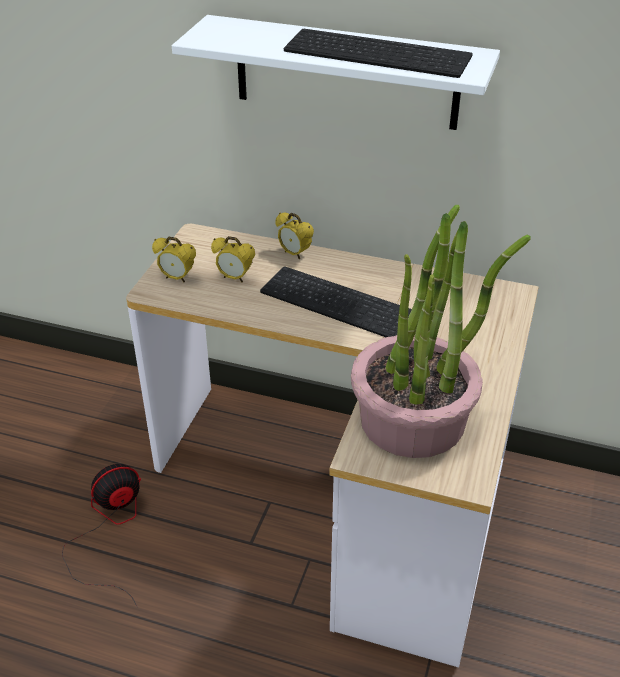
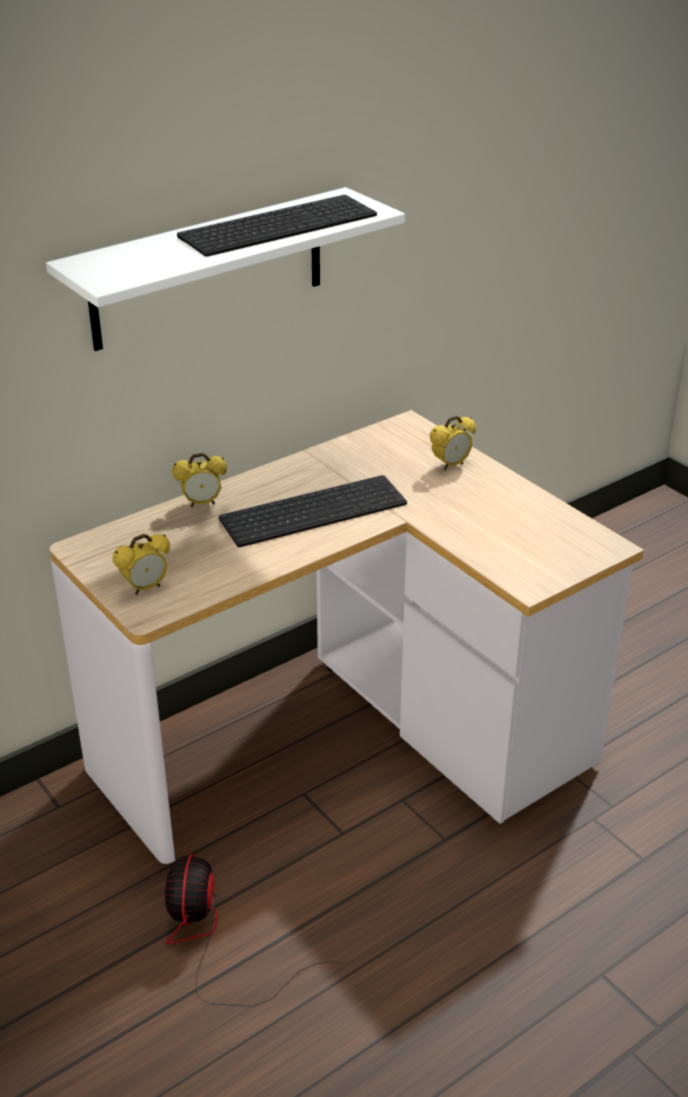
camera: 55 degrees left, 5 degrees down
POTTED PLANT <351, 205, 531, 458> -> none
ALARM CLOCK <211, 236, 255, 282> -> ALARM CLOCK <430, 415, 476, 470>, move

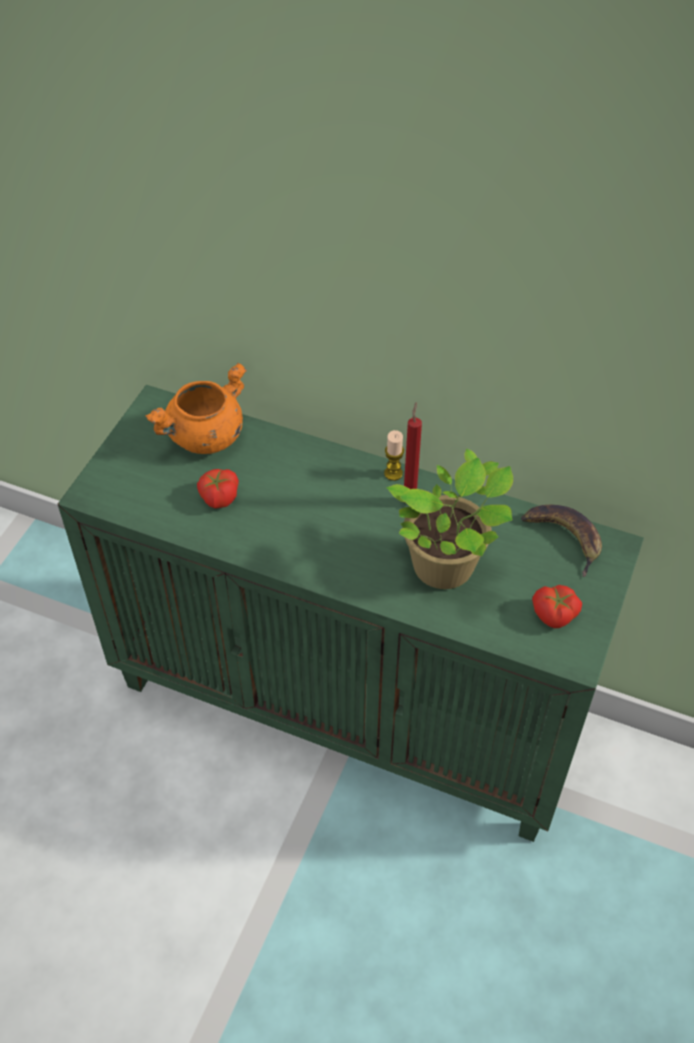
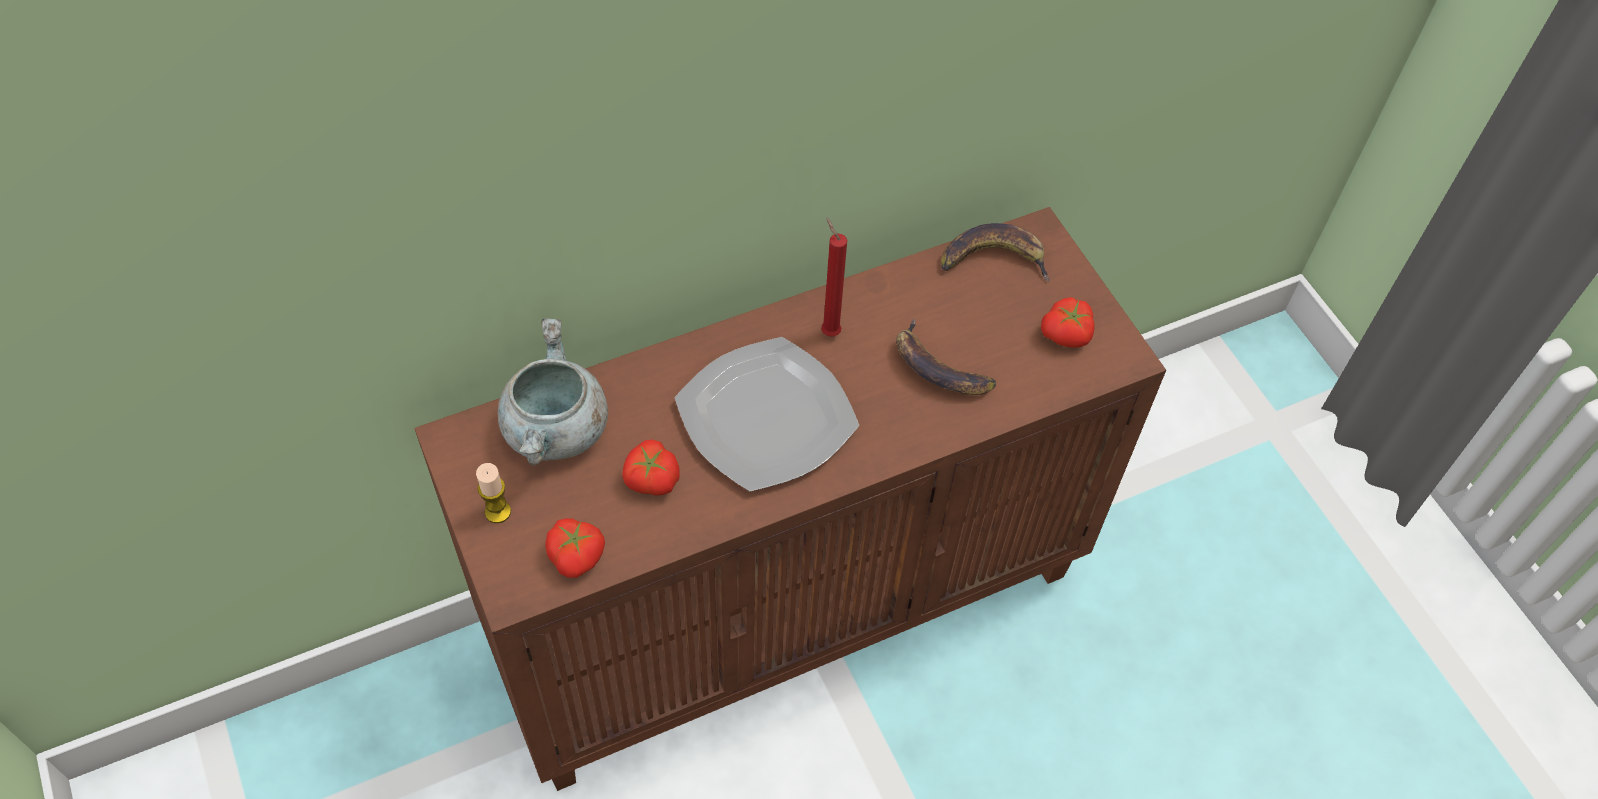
camera: 50 degrees left, 5 degrees up
none -> TOMATO <545, 518, 605, 578>
none -> FLAT DISH <674, 337, 859, 492>
WAX CANDLE <384, 430, 404, 481> -> WAX CANDLE <476, 463, 511, 523>, move
POTTED PLANT <386, 449, 513, 589> -> WHOLE BANANA <896, 319, 996, 395>
GREEN-COLOURED CUPBOARD <58, 385, 644, 842> -> BROWN-COLOURED CUPBOARD <414, 207, 1166, 791>
ORANGE-COLOURED STOCKPOT <145, 363, 247, 454> -> GREY STOCKPOT <498, 318, 608, 465>

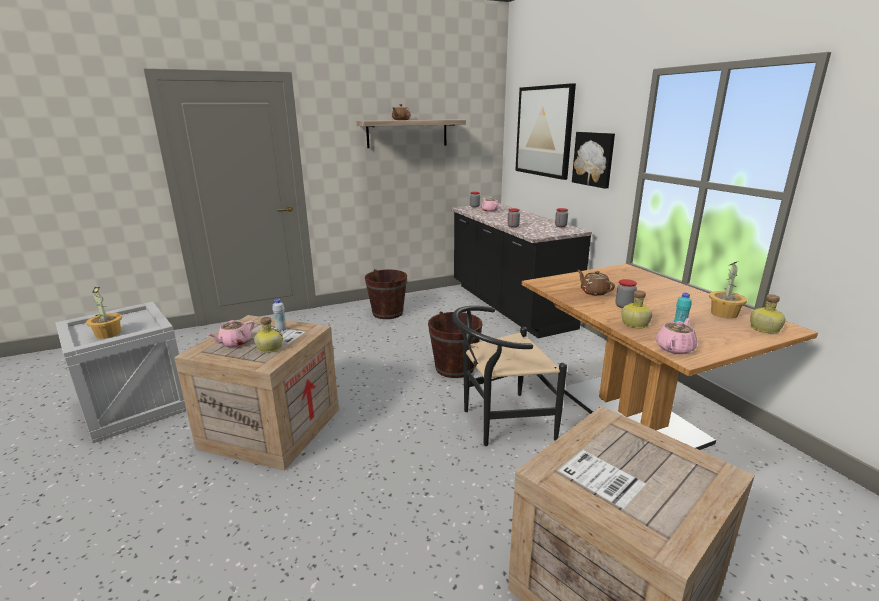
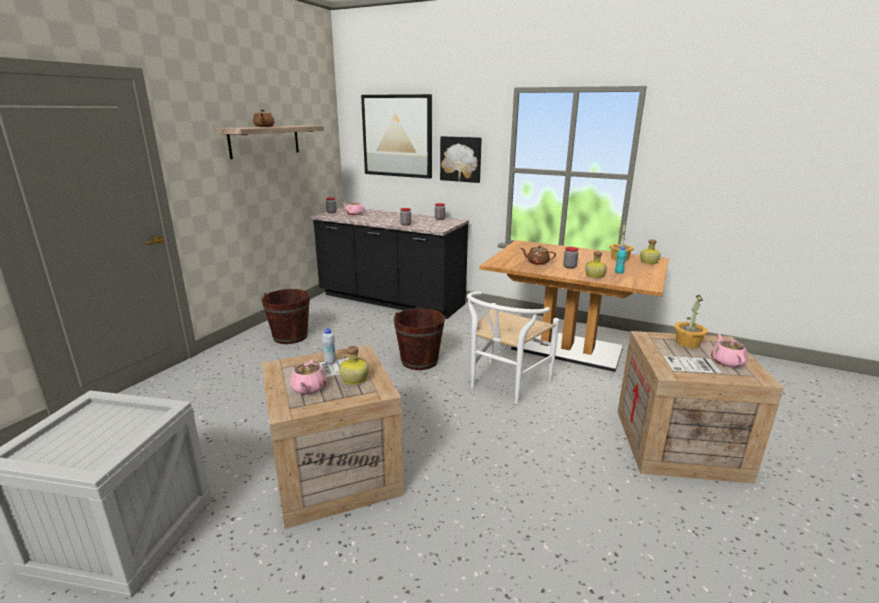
camera: 40 degrees left, 0 degrees up
POTTED PLANT <86, 287, 122, 339> -> POTTED PLANT <674, 295, 708, 348>, move
PINKISH POT FOR TEA <656, 318, 697, 354> -> PINKISH POT FOR TEA <711, 333, 748, 368>, move
BLACK-COLOURED PLAIN CHAIR <452, 306, 567, 446> -> WHITE-COLOURED PLAIN CHAIR <467, 291, 559, 404>

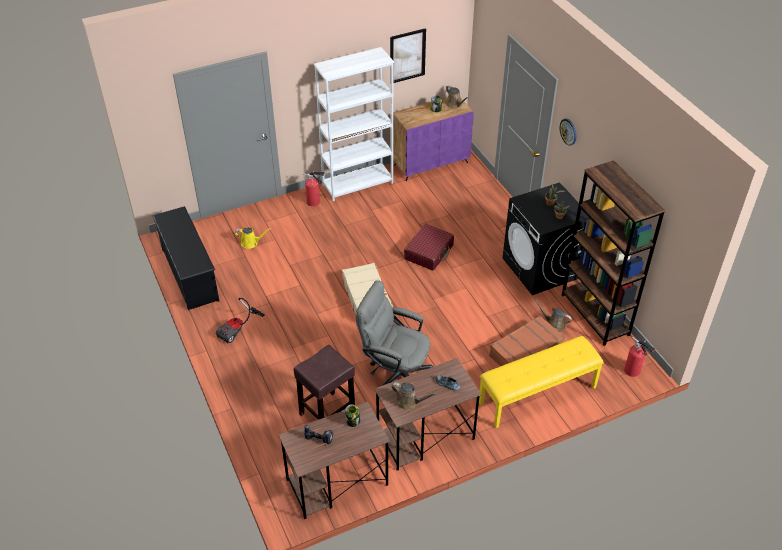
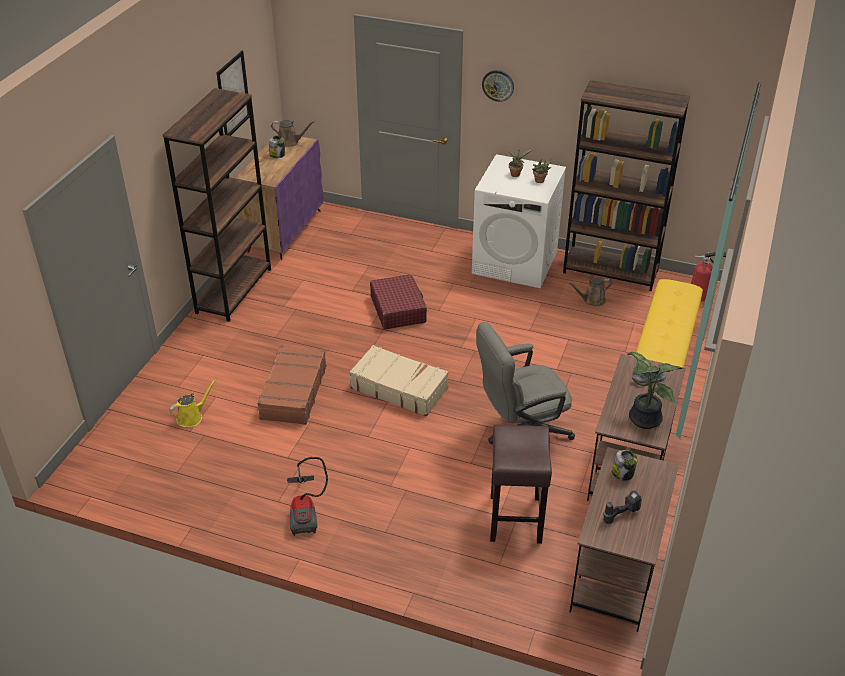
camera: 45 degrees left, 5 degrees down
BLACK-COLOURED SHOE RACK <152, 206, 219, 310> -> none
FIRE EXTINGUISHER <303, 171, 325, 206> -> none
BROWN-COLOURED PIECE OF LUGGAGE <489, 315, 565, 366> -> BROWN-COLOURED PIECE OF LUGGAGE <257, 345, 326, 425>, move
BROWN-COLOURED WATERING CAN <391, 382, 437, 410> -> POTTED PLANT <627, 352, 684, 429>
WHITE-COLOURED SHELVING UNIT <314, 47, 394, 201> -> BROWN-COLOURED SHELVING UNIT <163, 88, 271, 322>
BLACK-COLOURED LAUNDRY MACHINE <502, 182, 589, 295> -> WHITE-COLOURED LAUNDRY MACHINE <472, 154, 566, 288>

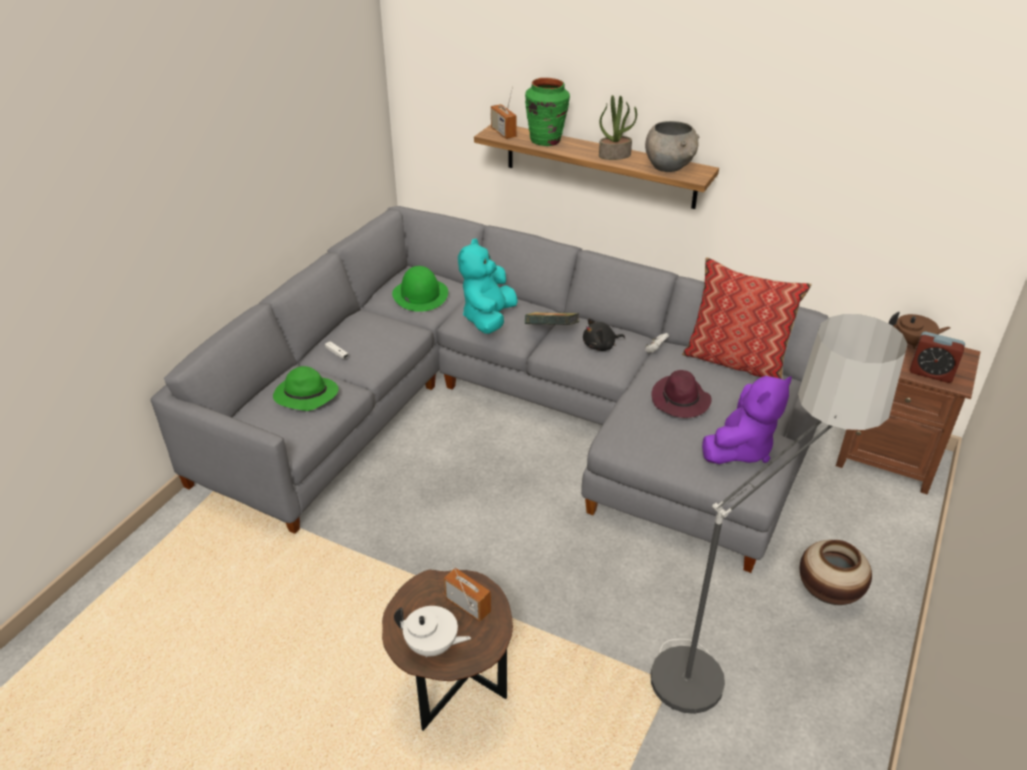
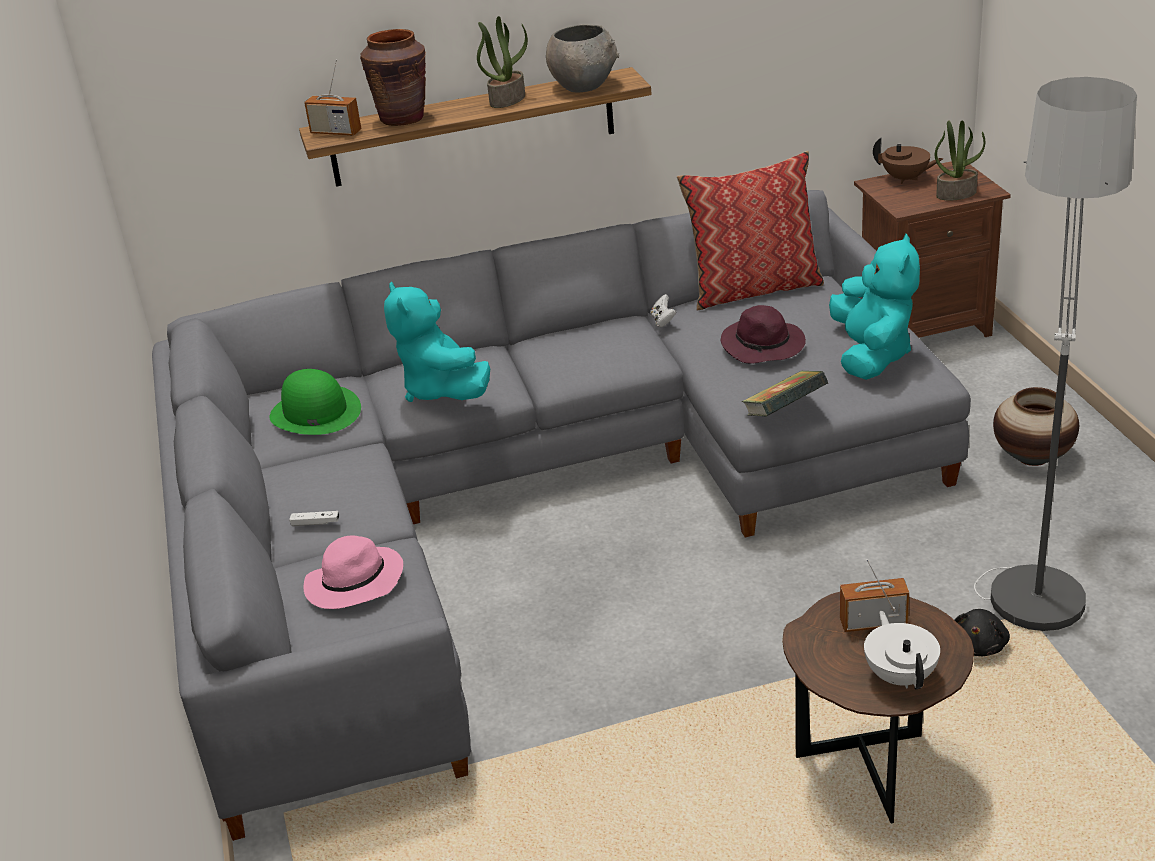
camera: 40 degrees left, 5 degrees down
BOUND BOOK <525, 312, 579, 325> -> BOUND BOOK <741, 371, 828, 416>, move
BLACK-COLOURED SOFT TOY <583, 318, 625, 351> -> BLACK-COLOURED SOFT TOY <955, 609, 1010, 656>, move
ALARM CLOCK <910, 332, 965, 383> -> POTTED PLANT <935, 120, 985, 201>
GREEN-COLOURED WEARABLE HAT <273, 366, 339, 411> -> PINKISH WEARABLE HAT <304, 536, 403, 609>
GREEN-COLOURED VASE <525, 78, 570, 146> -> BROWN-COLOURED VASE <360, 29, 426, 126>
PURPLE SOFT TOY <702, 376, 792, 464> -> BLUE-GREEN SOFT TOY <829, 233, 920, 380>
WHITE-COLOURED POT FOR TEA <394, 606, 471, 657> -> WHITE-COLOURED POT FOR TEA <864, 611, 940, 689>, 75 degrees counterclockwise
BROWN-COLOURED POT FOR TEA <889, 312, 950, 349> -> BROWN-COLOURED POT FOR TEA <873, 137, 943, 184>, 60 degrees clockwise

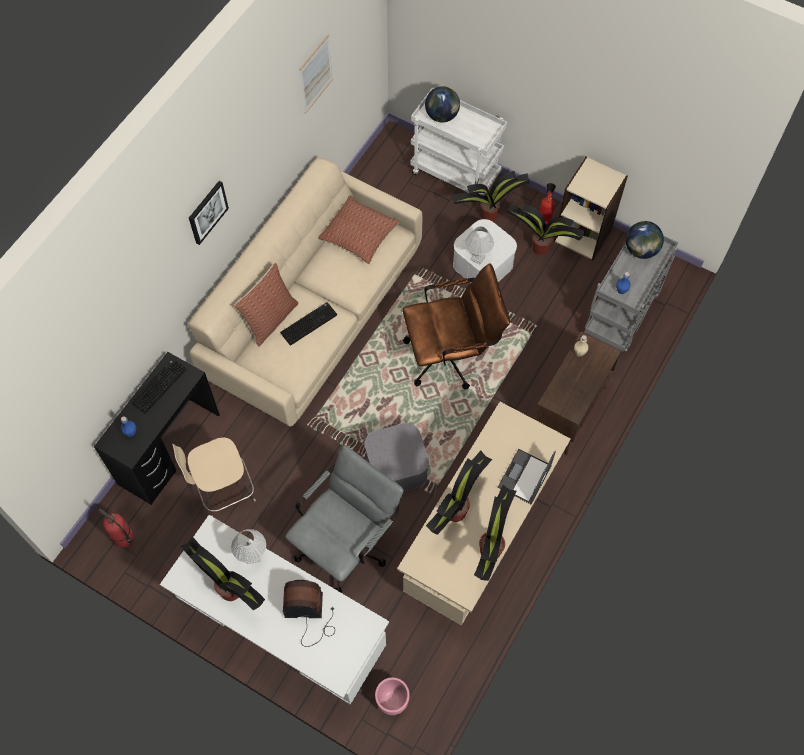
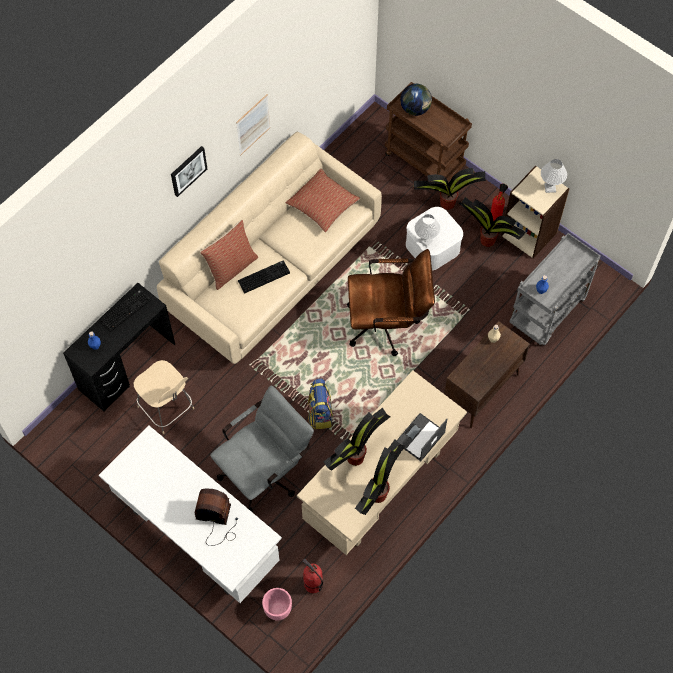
camera: 10 degrees right, 0 degrees up
POTTED PLANT <180, 536, 265, 611> -> none
GLOBE <626, 221, 664, 259> -> none
FIRE EXTINGUISHER <99, 509, 134, 548> -> FIRE EXTINGUISHER <303, 559, 323, 594>, move
WHITE-COLOURED TABLE LAMP <231, 529, 266, 564> -> WHITE-COLOURED TABLE LAMP <541, 159, 567, 193>, move
WALL PICTURE <300, 34, 333, 113> -> WALL PICTURE <236, 94, 270, 156>, move
GREY STORAGE BIN <365, 423, 429, 492> -> KNAPSACK <307, 378, 333, 429>
WHITE-COLOURED CART <411, 87, 507, 195> -> BROWN-COLOURED CART <385, 82, 472, 186>
SAND-COLOURED PLAIN CHAIR <172, 437, 256, 517> -> SAND-COLOURED PLAIN CHAIR <133, 360, 195, 434>, 120 degrees counterclockwise

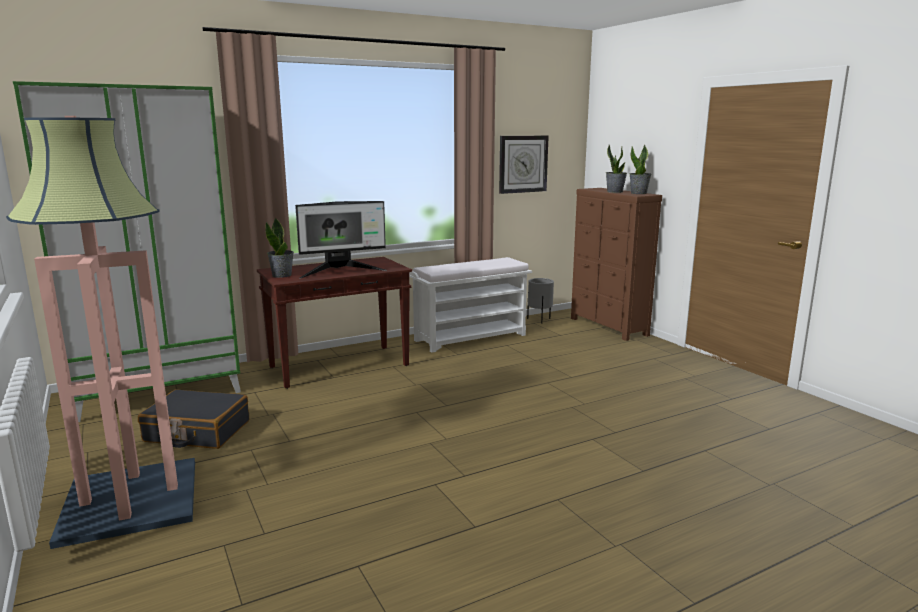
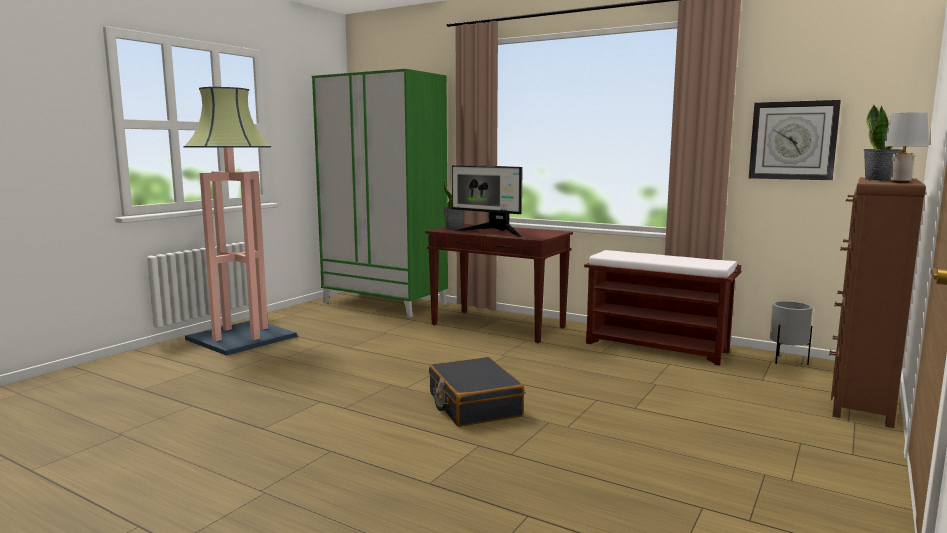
camera: 60 degrees right, 5 degrees down
BLACK-COLOURED PIECE OF LUGGAGE <138, 389, 249, 449> -> BLACK-COLOURED PIECE OF LUGGAGE <429, 357, 525, 427>, move
POTTED PLANT <630, 145, 651, 194> -> GREY TABLE LAMP <883, 112, 929, 183>
WHITE-COLOURED LONG SEAT <409, 257, 532, 353> -> BROWN-COLOURED LONG SEAT <584, 250, 741, 366>

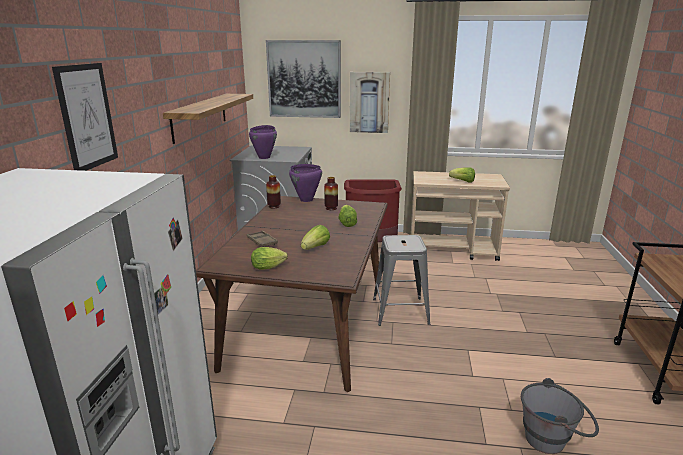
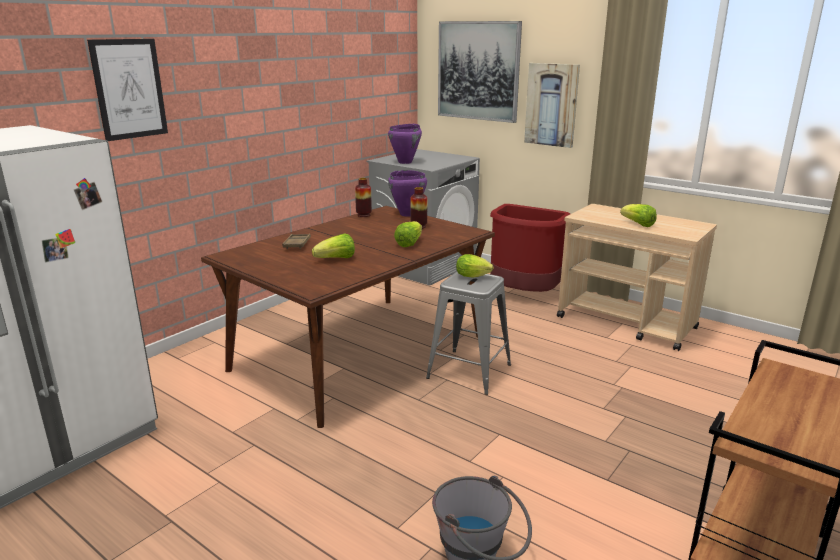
camera: 30 degrees right, 0 degrees up
WALL SHELF <163, 94, 253, 144> -> none
LETTUCE <251, 247, 288, 269> -> LETTUCE <456, 254, 494, 278>, move

